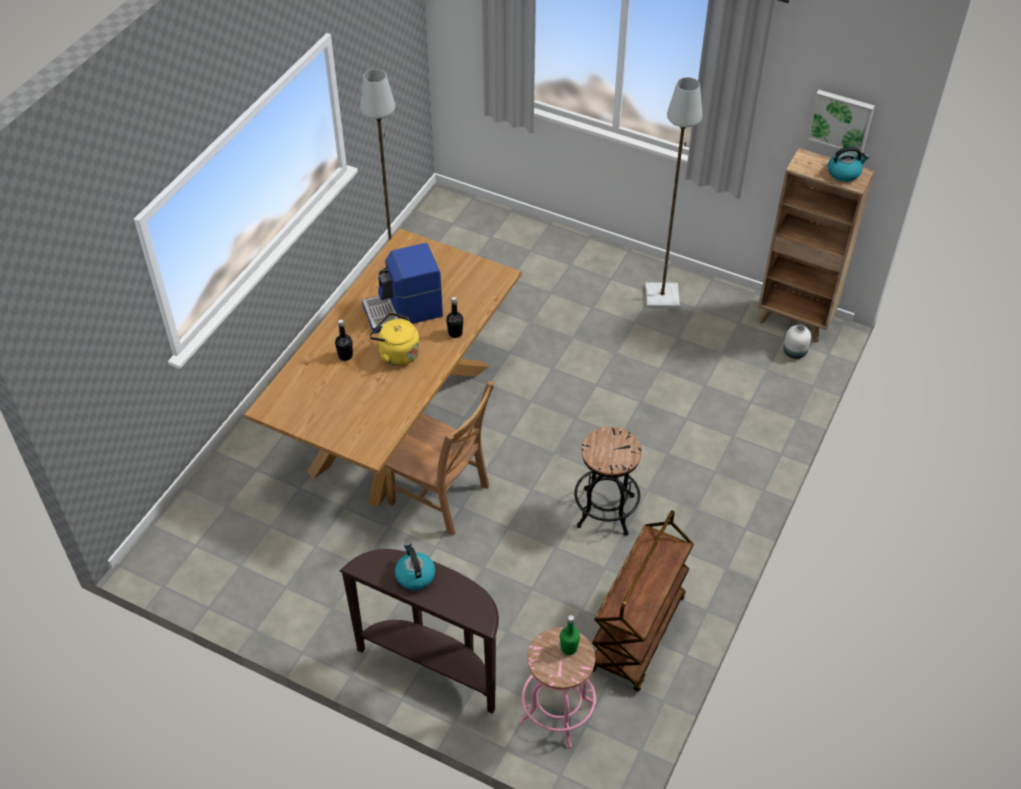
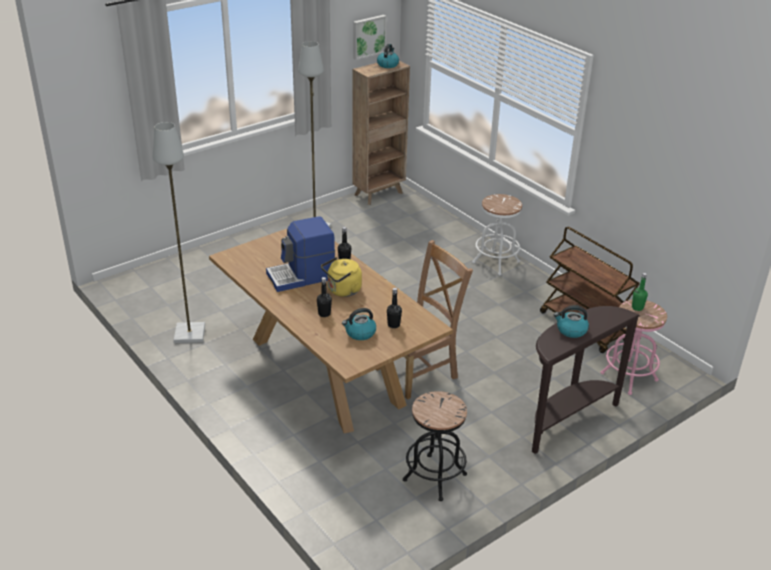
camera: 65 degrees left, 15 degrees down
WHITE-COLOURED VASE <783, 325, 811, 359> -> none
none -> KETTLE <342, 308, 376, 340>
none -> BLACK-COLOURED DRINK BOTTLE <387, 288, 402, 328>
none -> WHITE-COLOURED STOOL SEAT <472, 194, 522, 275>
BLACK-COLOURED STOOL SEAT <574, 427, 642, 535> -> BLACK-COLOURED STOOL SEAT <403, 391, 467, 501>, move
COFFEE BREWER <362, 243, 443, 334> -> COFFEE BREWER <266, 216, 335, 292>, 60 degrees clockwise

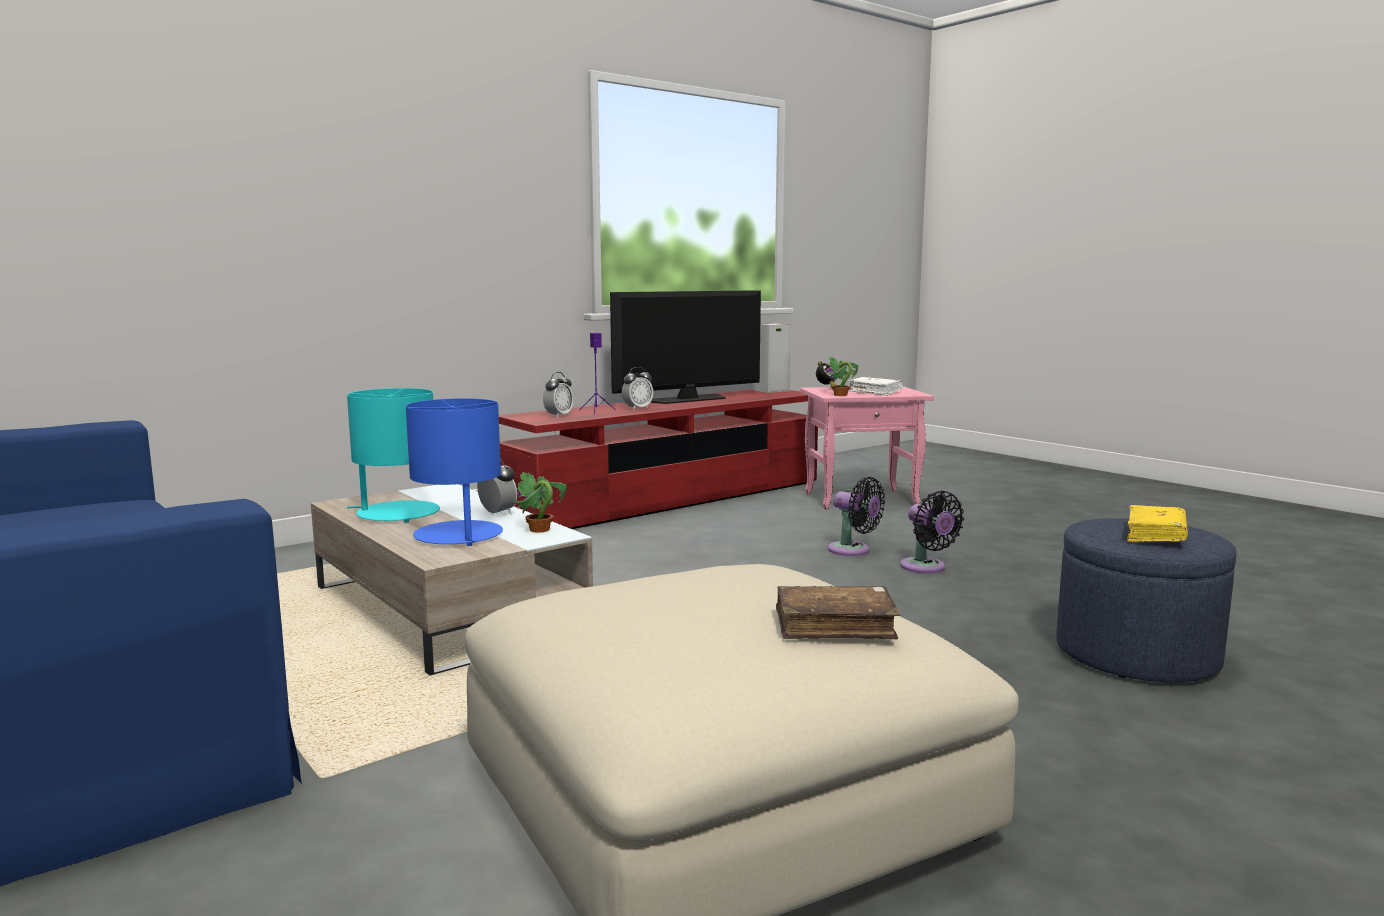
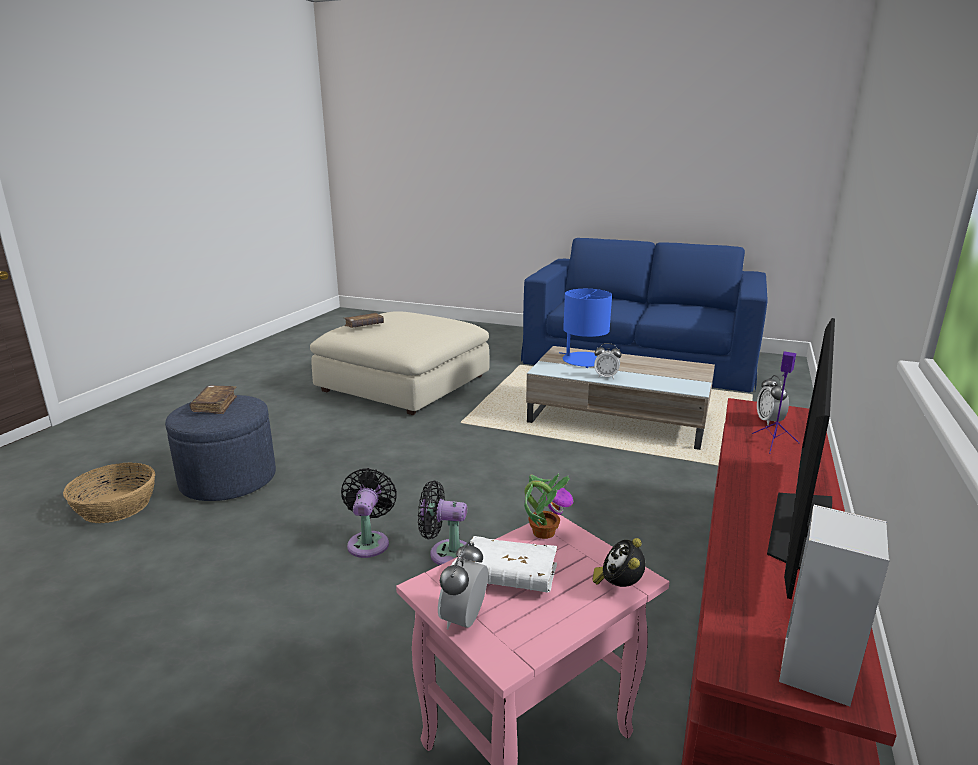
camera: 150 degrees right, 10 degrees up
BLUE-GREEN TABLE LAMP <347, 388, 440, 523> -> none
POTTED PLANT <513, 472, 567, 533> -> none
none -> STORAGE BASKET <63, 462, 155, 523>
ALARM CLOCK <622, 367, 653, 410> -> ALARM CLOCK <438, 542, 488, 630>, move
YELLOWISH BOUND BOOK <1127, 505, 1188, 542> -> BROWN-COLOURED BOUND BOOK <190, 385, 237, 414>
BLACK-COLOURED ELECTRIC FAN <900, 491, 964, 573> -> BLACK-COLOURED ELECTRIC FAN <341, 468, 397, 558>, 60 degrees clockwise

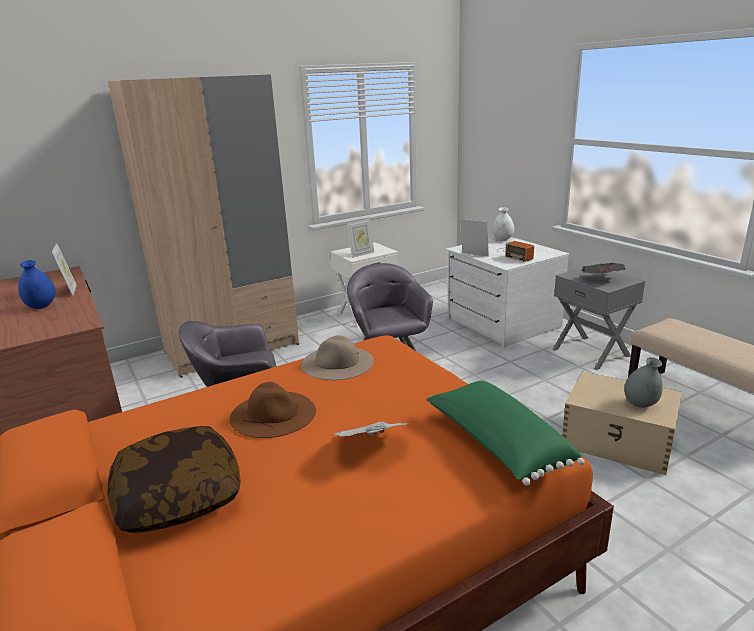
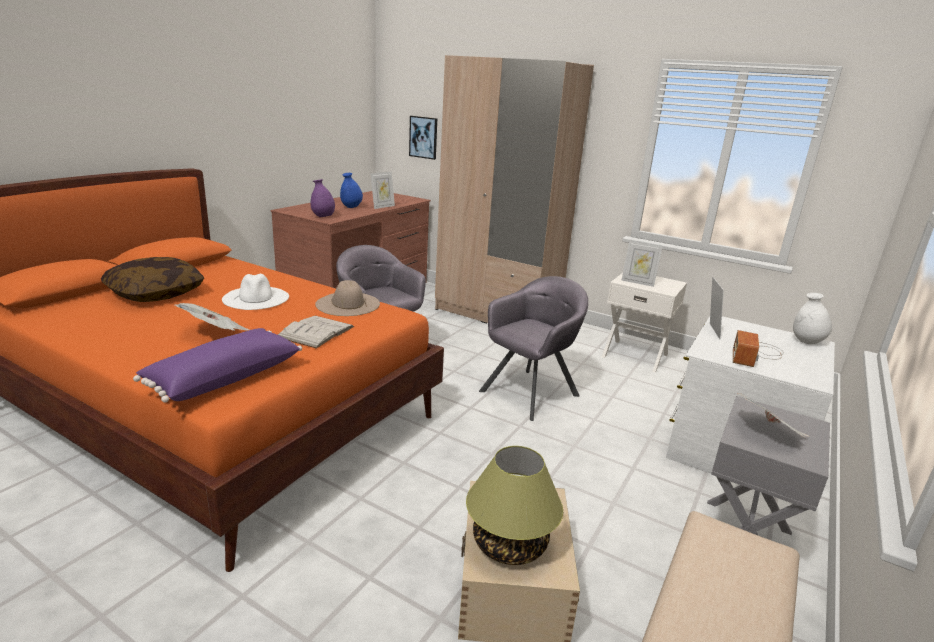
camera: 60 degrees right, 0 degrees up
none -> WHITE-COLOURED BOUND BOOK <278, 316, 354, 349>
none -> PURPLE VASE <311, 179, 335, 217>
none -> WALL PICTURE <409, 116, 437, 160>
GREY VASE <624, 357, 663, 408> -> TABLE LAMP <466, 446, 563, 565>
BROWN-COLOURED WEARABLE HAT <230, 382, 316, 438> -> WHITE-COLOURED WEARABLE HAT <222, 274, 289, 310>
GREEN-COLOURED THROW PILLOW <427, 381, 585, 486> -> PURPLE THROW PILLOW <133, 328, 302, 403>

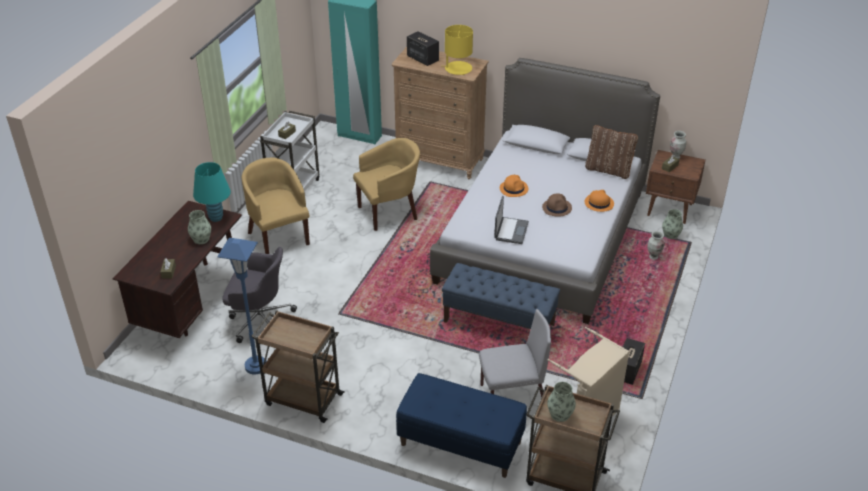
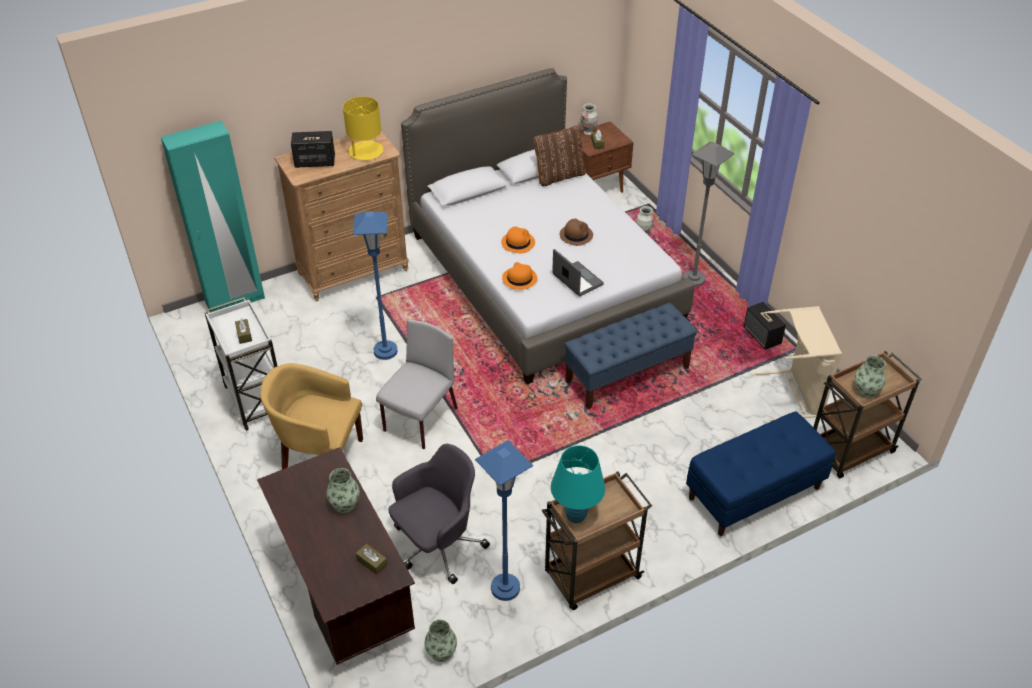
camera: 50 degrees left, 5 degrees up
none -> GREY FLOOR LAMP <683, 142, 735, 287>
BLUE-GREEN TABLE LAMP <193, 162, 231, 222> -> BLUE-GREEN TABLE LAMP <551, 445, 605, 523>, move
GREY PLAIN CHAIR <479, 309, 551, 398> -> GREY PLAIN CHAIR <376, 319, 458, 449>, move
ORANGE-COLOURED WEARABLE HAT <585, 190, 614, 212> -> ORANGE-COLOURED WEARABLE HAT <502, 262, 537, 290>, move
VASE <662, 209, 683, 239> -> VASE <424, 619, 457, 662>, move
YELLOWISH ARMCHAIR <353, 138, 420, 231> -> BLUISH FLOOR LAMP <353, 212, 397, 360>

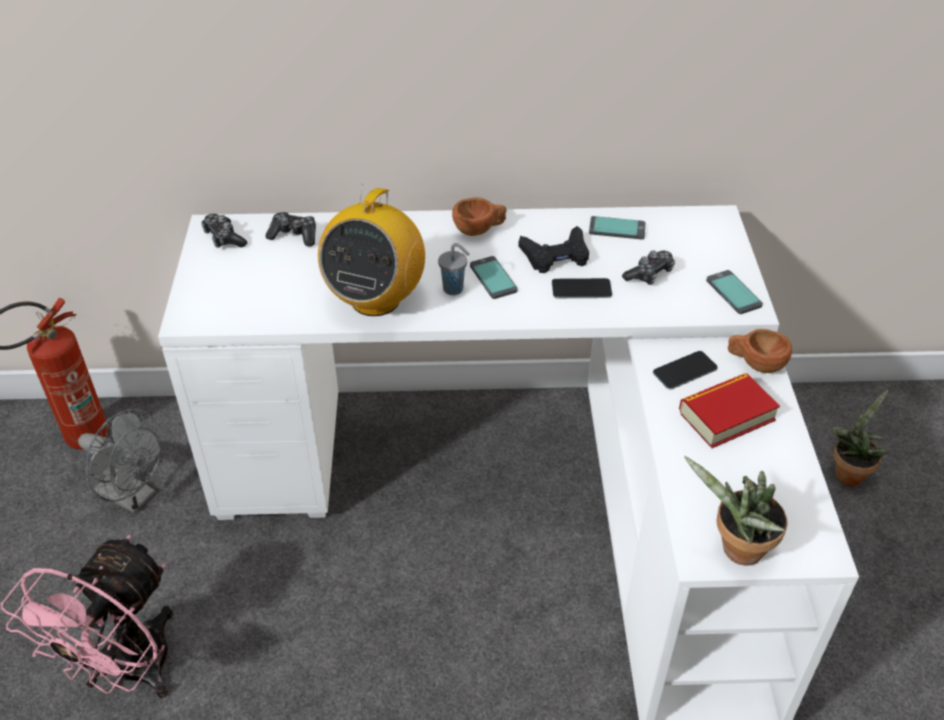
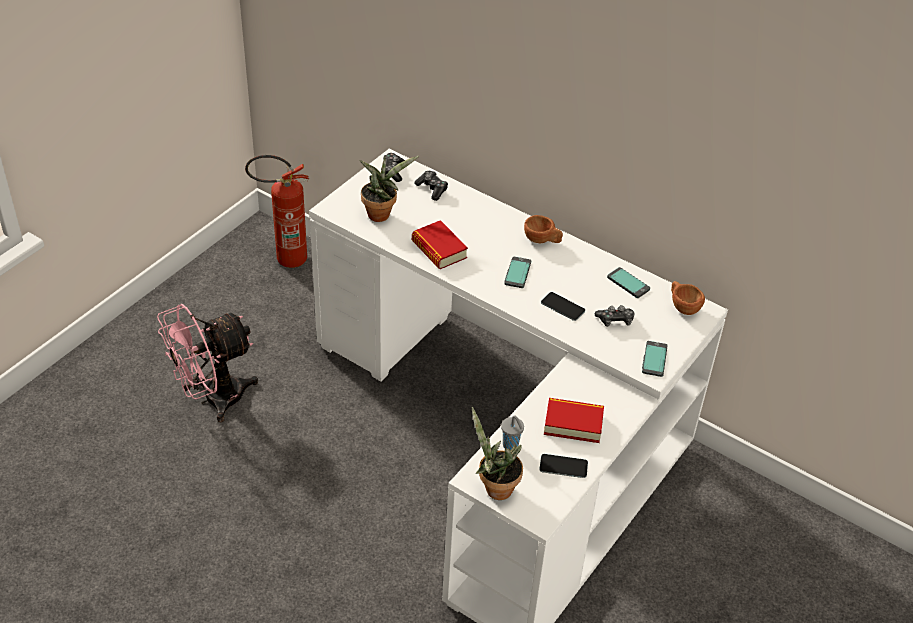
camera: 35 degrees right, 0 degrees up
GREY ELECTRIC FAN <78, 409, 161, 513> -> none
BLACK-COLOURED GAME CONTROLLER <518, 226, 589, 273> -> none
GREY SMALL CUP <438, 243, 470, 295> -> GREY SMALL CUP <501, 415, 524, 451>, move
TELEPHONE <653, 351, 718, 389> -> TELEPHONE <539, 454, 588, 478>, move
BROWN-COLOURED SMALL CUP <728, 329, 792, 373> -> BROWN-COLOURED SMALL CUP <671, 281, 705, 315>, move
POTTED PLANT <831, 390, 889, 486> -> POTTED PLANT <360, 156, 419, 222>, move
RADIO SET <318, 184, 425, 316> -> BOUND BOOK <412, 220, 468, 269>

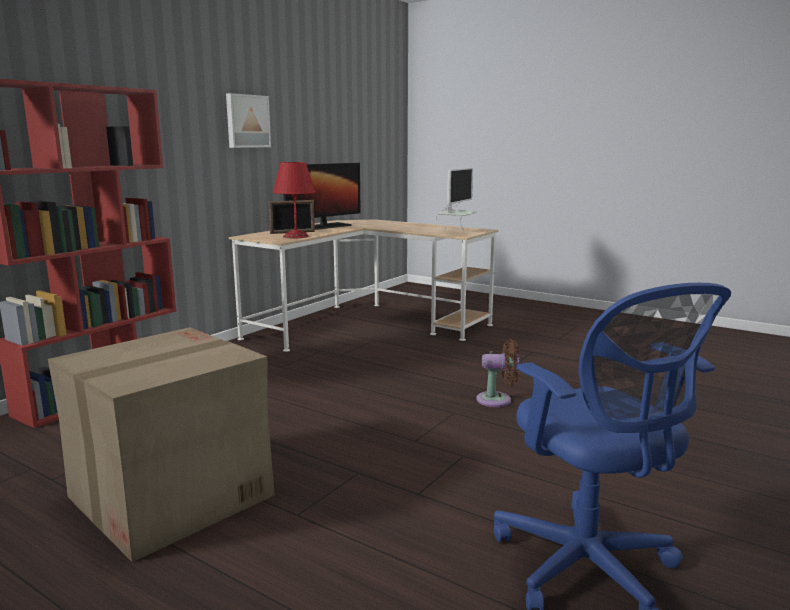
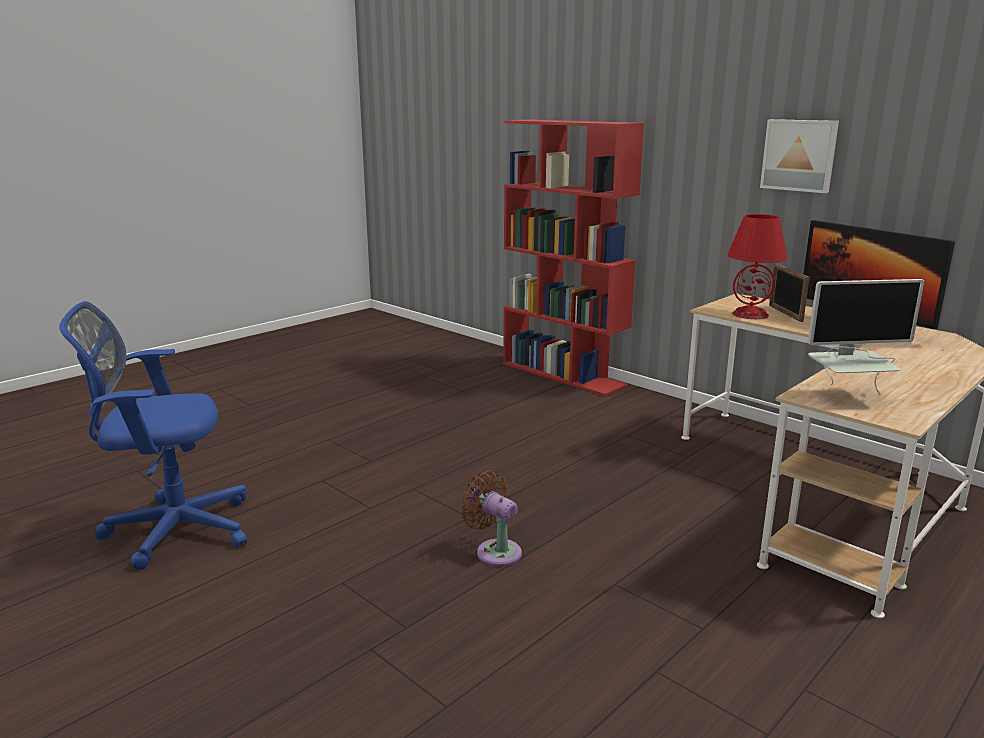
camera: 100 degrees right, 5 degrees up
CARDBOARD BOX <48, 327, 275, 562> -> none
COMPUTER SCREEN <436, 168, 477, 230> -> COMPUTER SCREEN <808, 279, 924, 395>, 45 degrees counterclockwise
BROWN-COLOURED ELECTRIC FAN <476, 339, 520, 407> -> BROWN-COLOURED ELECTRIC FAN <460, 470, 522, 567>, 120 degrees clockwise

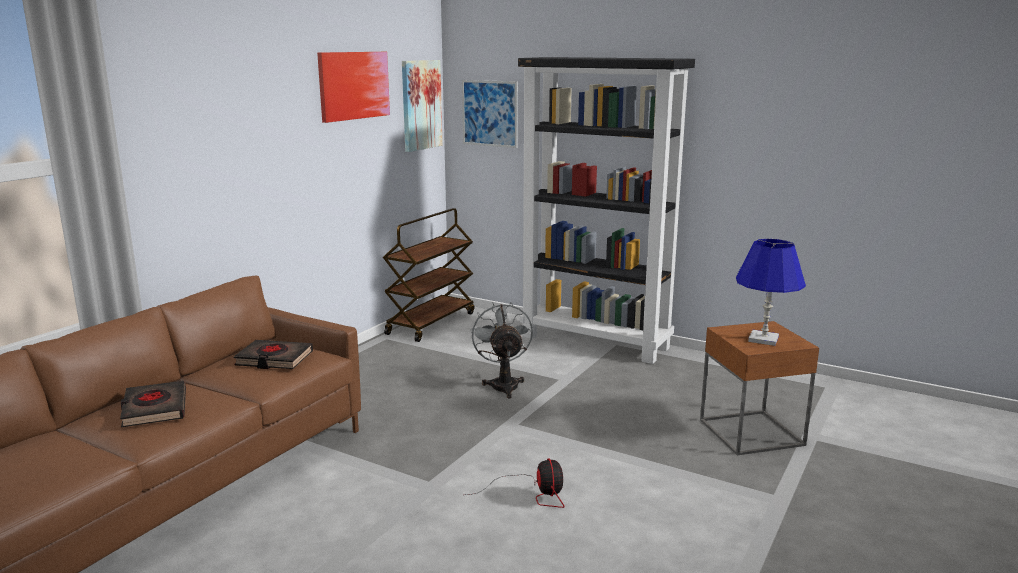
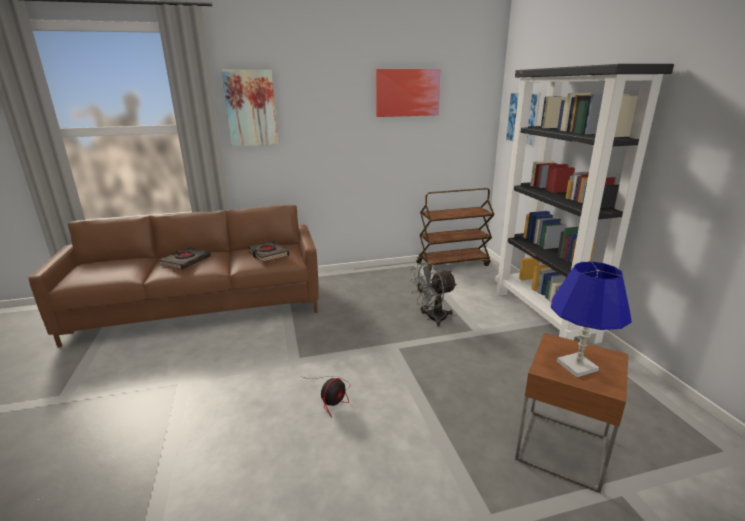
camera: 45 degrees right, 5 degrees up
WALL PICTURE <402, 60, 443, 152> -> WALL PICTURE <222, 70, 278, 146>, move
GREY ELECTRIC FAN <470, 302, 533, 398> -> GREY ELECTRIC FAN <409, 262, 457, 327>, 150 degrees counterclockwise

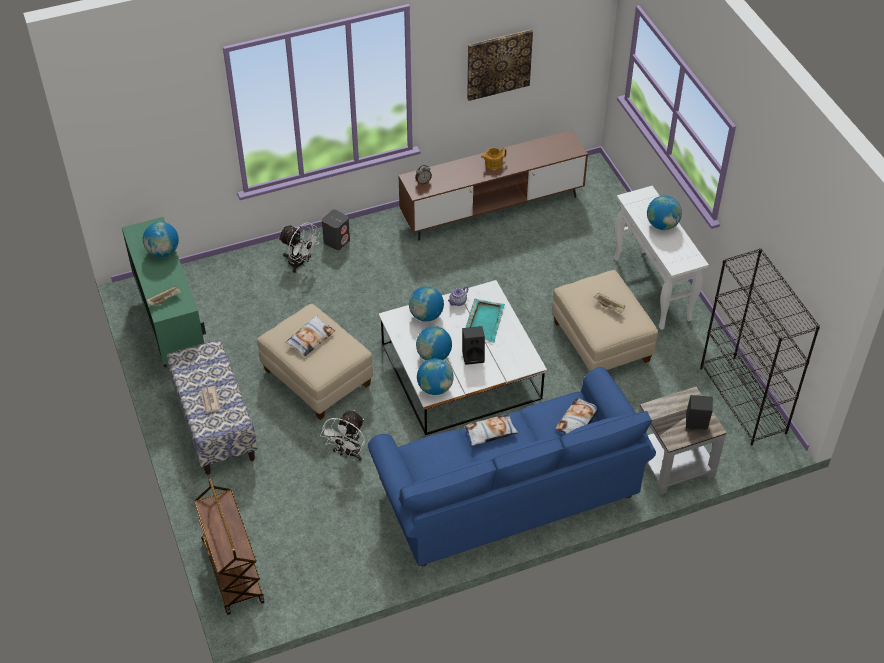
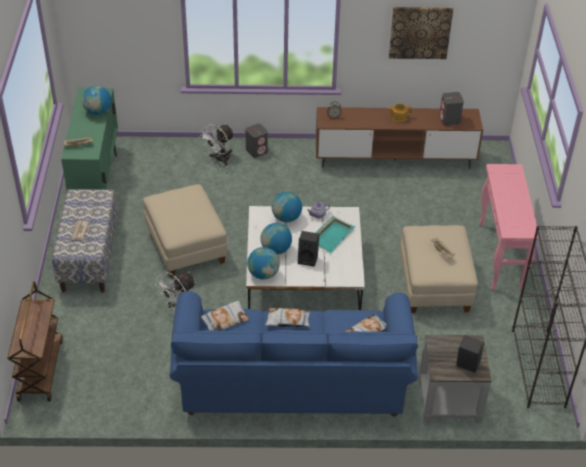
camera: 20 degrees right, 5 degrees down
GLOBE <647, 196, 682, 230> -> none
none -> GREY LOUDSPEAKER <439, 92, 464, 126>
THROW PILLOW <285, 316, 335, 356> -> THROW PILLOW <201, 301, 249, 331>, move
WHITE-COLOURED CONSOLE TABLE <614, 186, 709, 330> -> PINKISH CONSOLE TABLE <479, 164, 540, 291>
WHITE-COLOURED ELECTRIC FAN <279, 222, 319, 273> -> WHITE-COLOURED ELECTRIC FAN <199, 124, 234, 166>, 75 degrees clockwise

